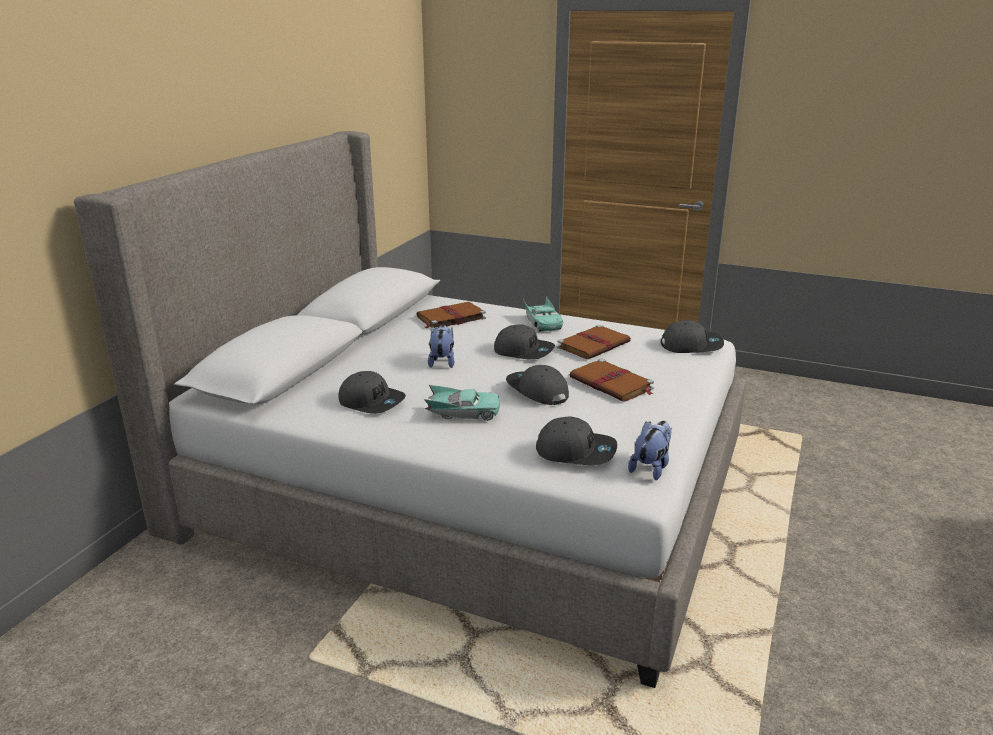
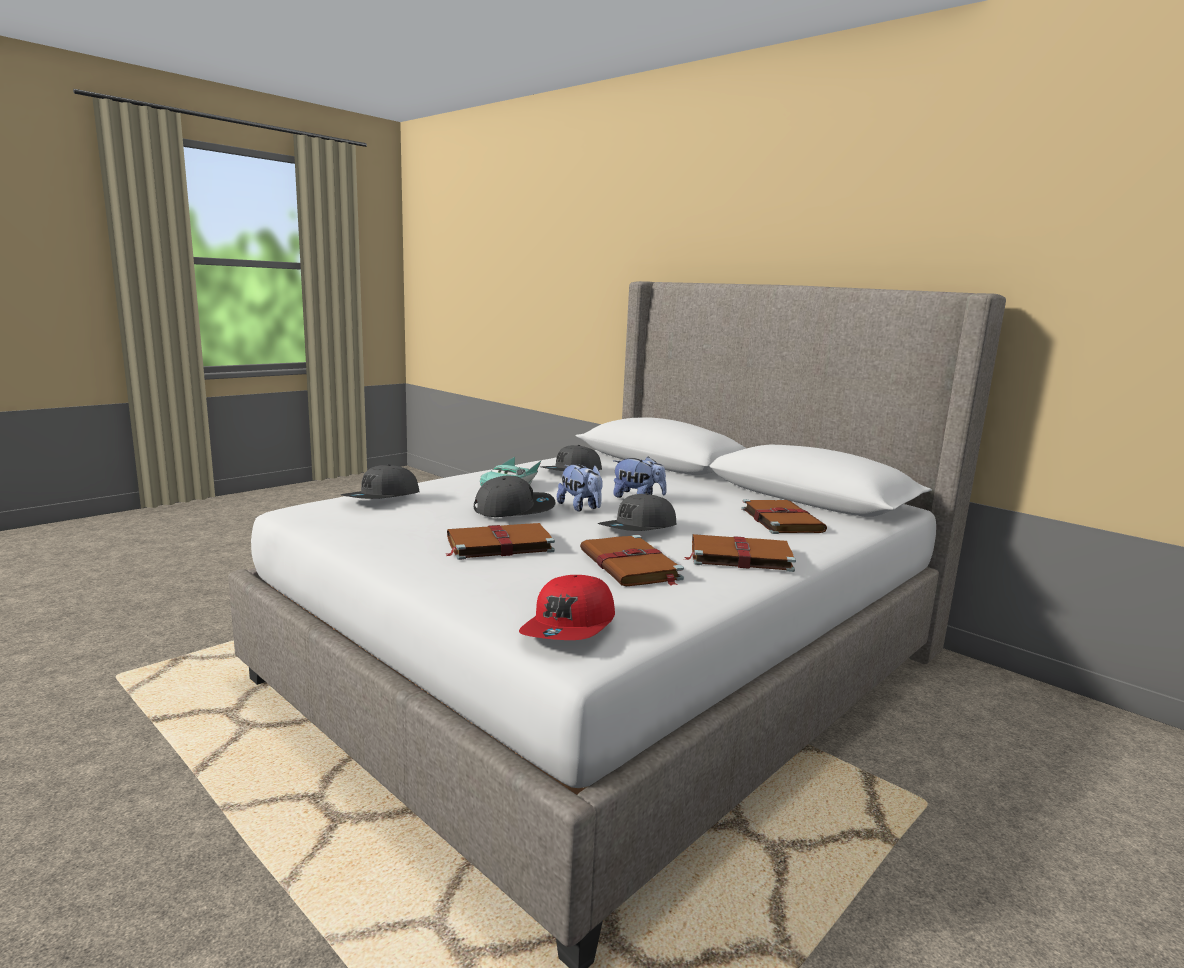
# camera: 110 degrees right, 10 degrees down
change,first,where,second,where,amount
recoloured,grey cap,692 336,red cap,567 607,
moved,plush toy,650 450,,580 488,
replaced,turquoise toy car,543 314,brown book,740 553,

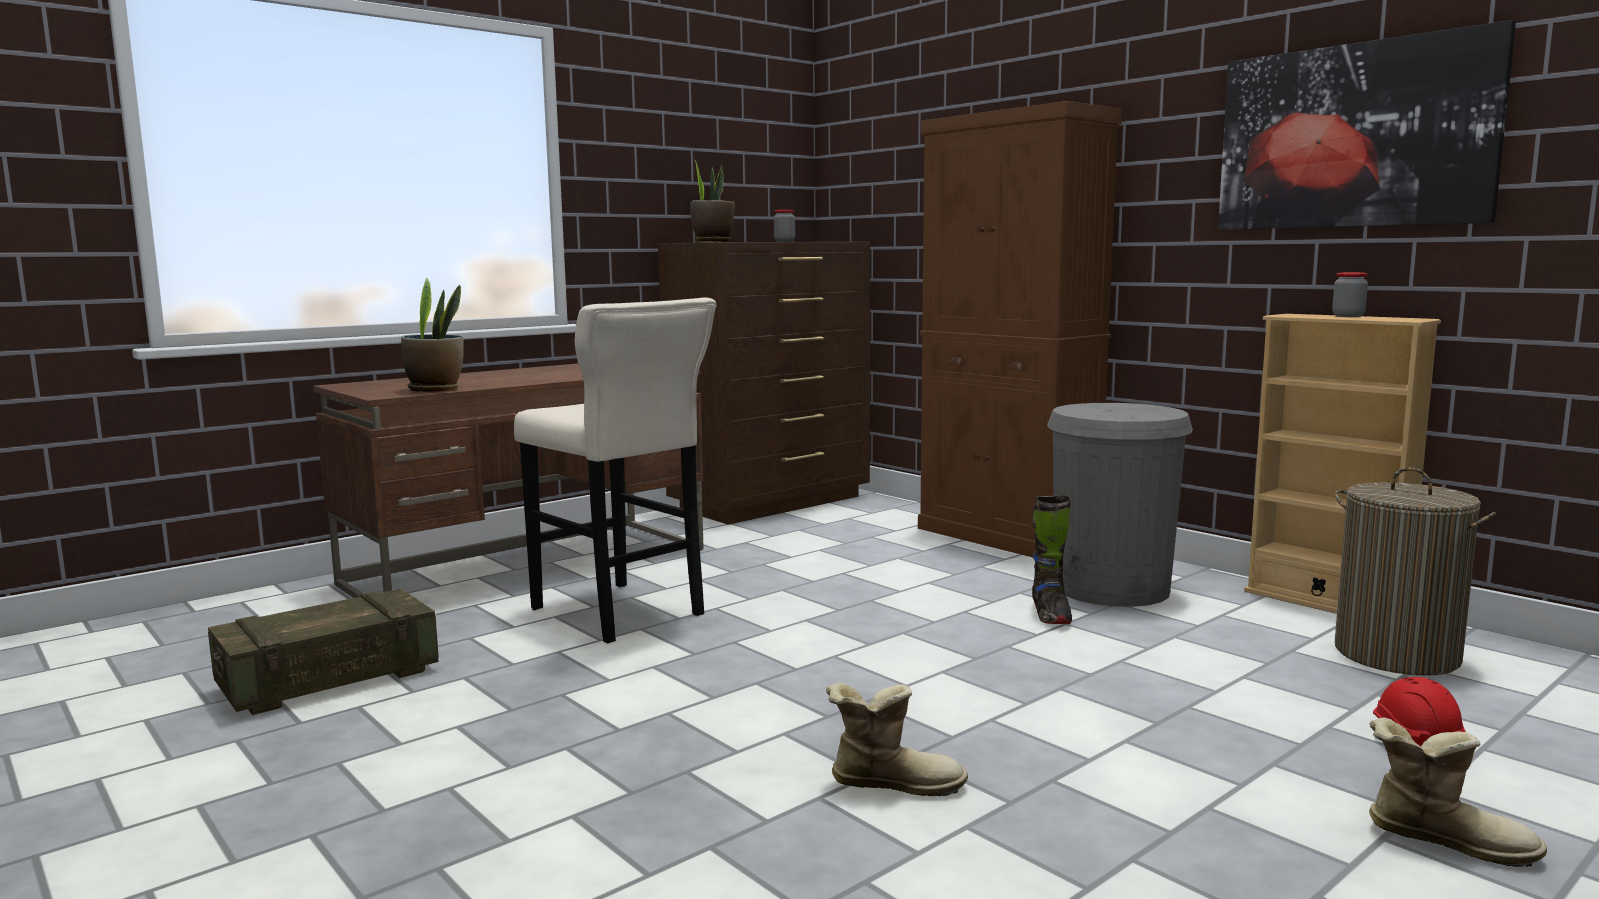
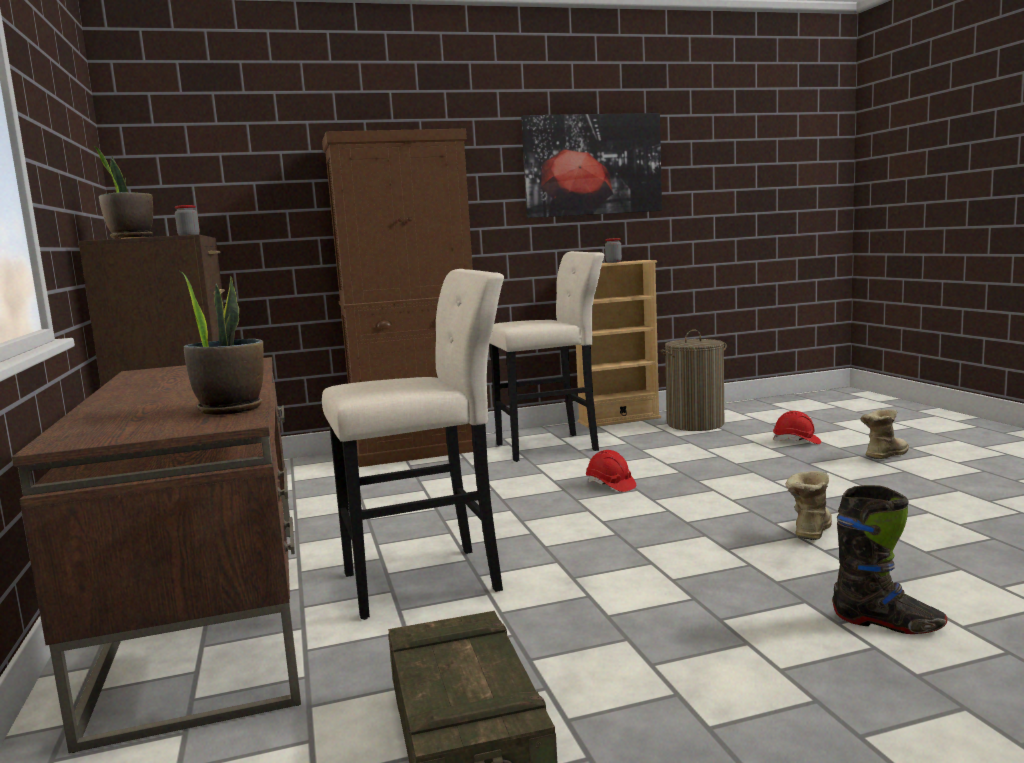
# camera: 65 degrees left, 0 degrees up
change,first,where,second,where,amount
replaced,grey trash can,1120 505,beige stool,546 356,
added,,,red hard hat,611 471,
moved,black boot,1052 559,,889 559,

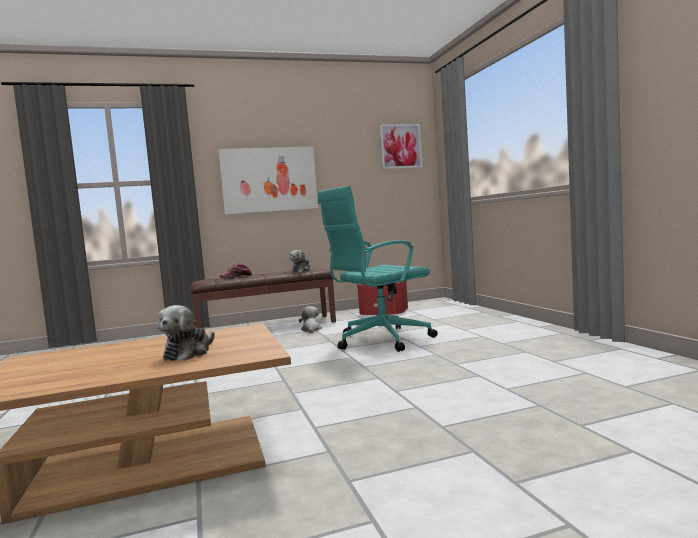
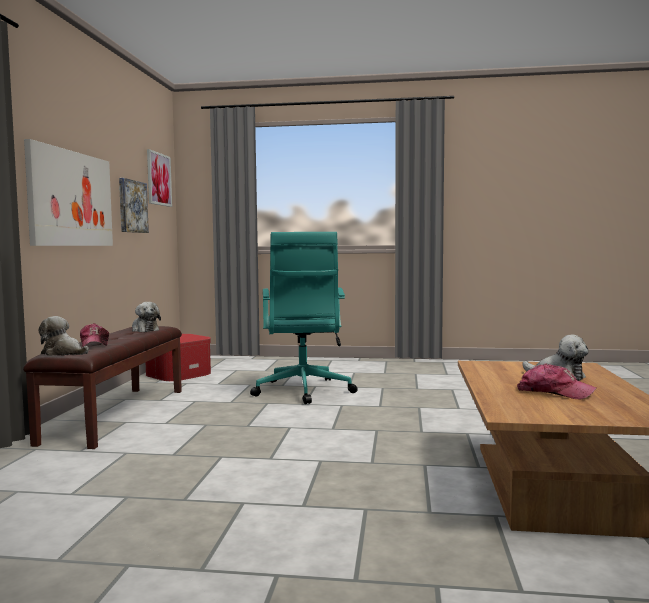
# camera: 65 degrees left, 0 degrees up
change,first,where,second,where,amount
moved,plush toy,310 319,,63 336,
added,,,picture,134 205,
added,,,cap,557 381,

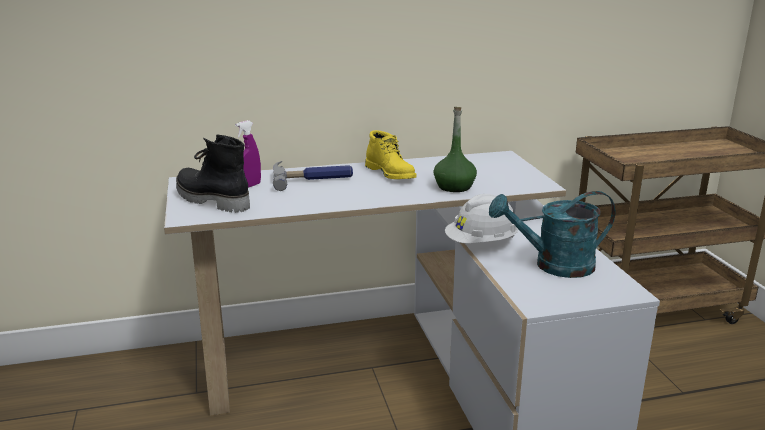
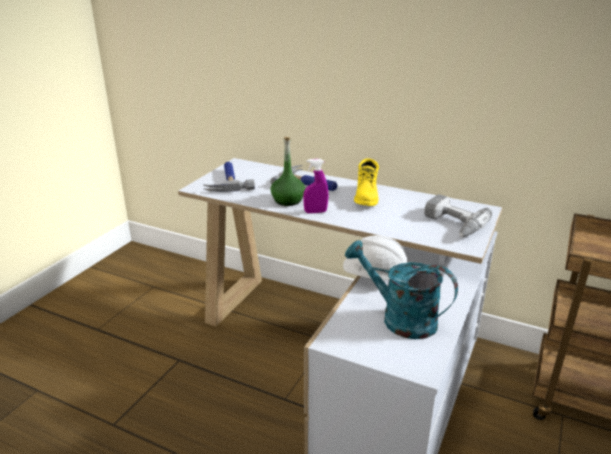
# camera: 40 degrees right, 5 degrees up
change,first,where,second,where,amount
replaced,black boot,213 174,hammer,229 177,
moved,green bottle,455 149,,287 171,
moved,purple spray bottle,248 154,,316 186,
added,,,power drill,458 215,

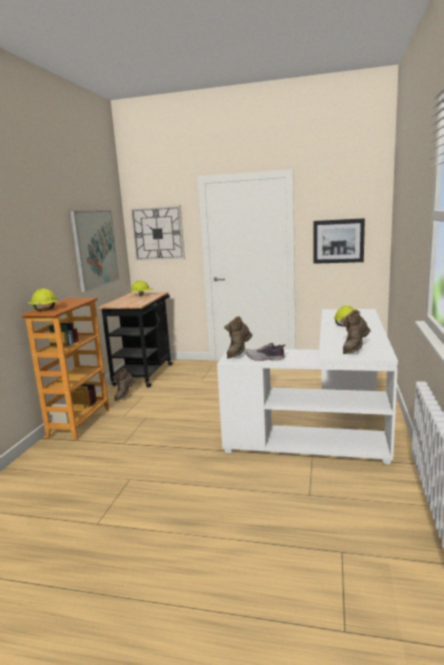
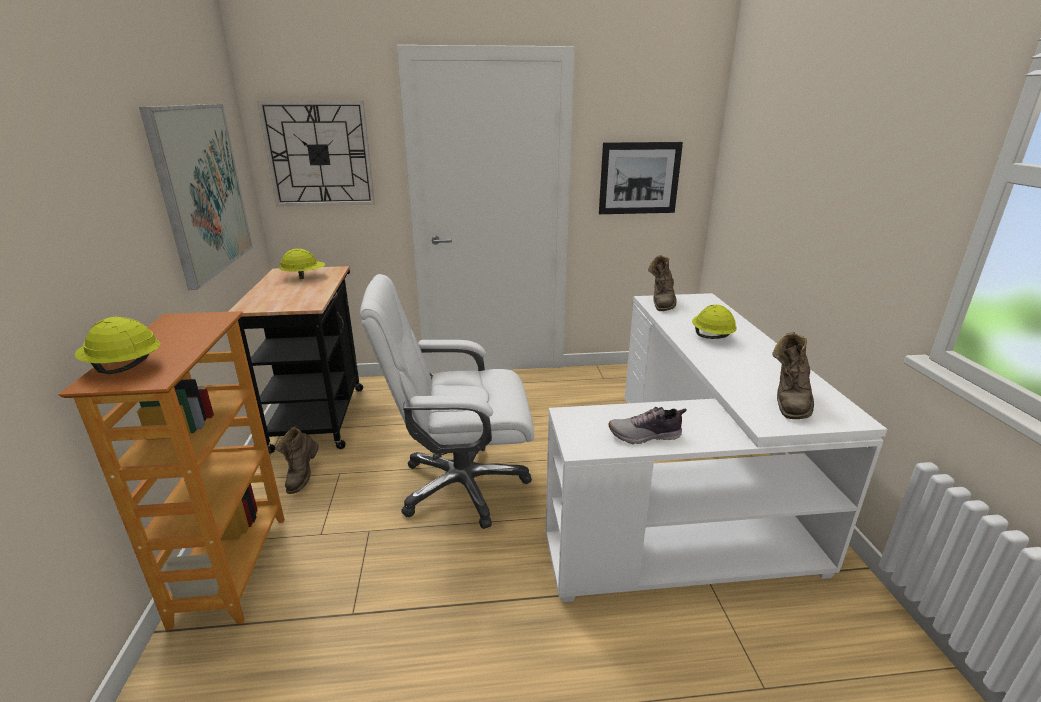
# camera: 20 degrees left, 10 degrees up
change,first,where,second,where,amount
added,,,white office chair,447 401,
moved,brown boot,238 337,,662 283,

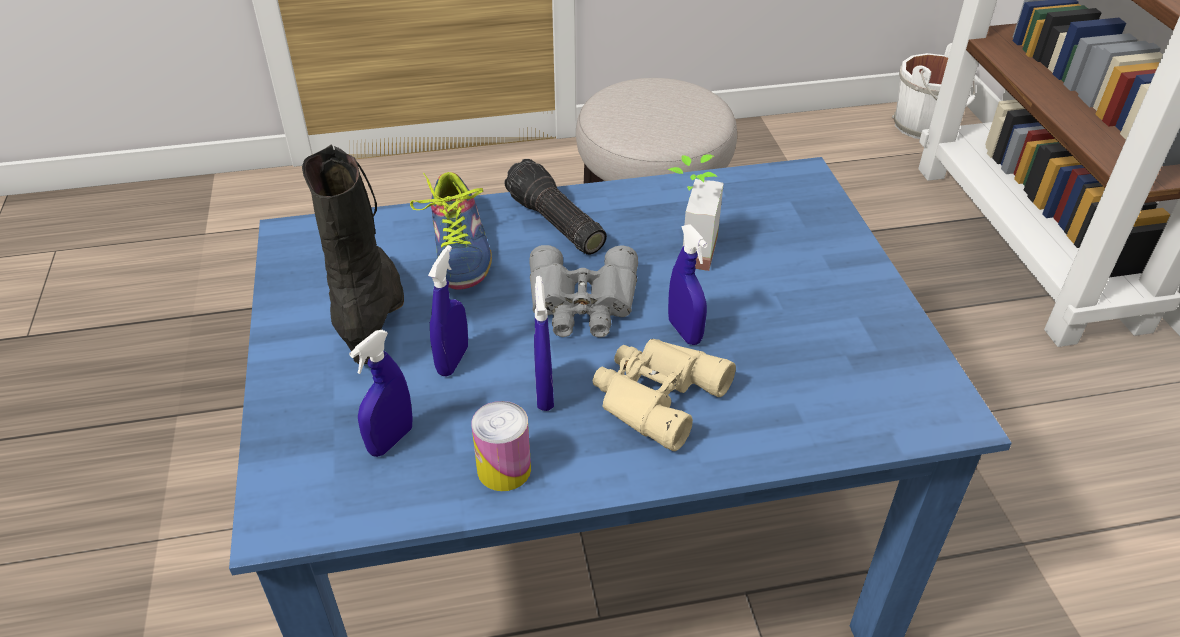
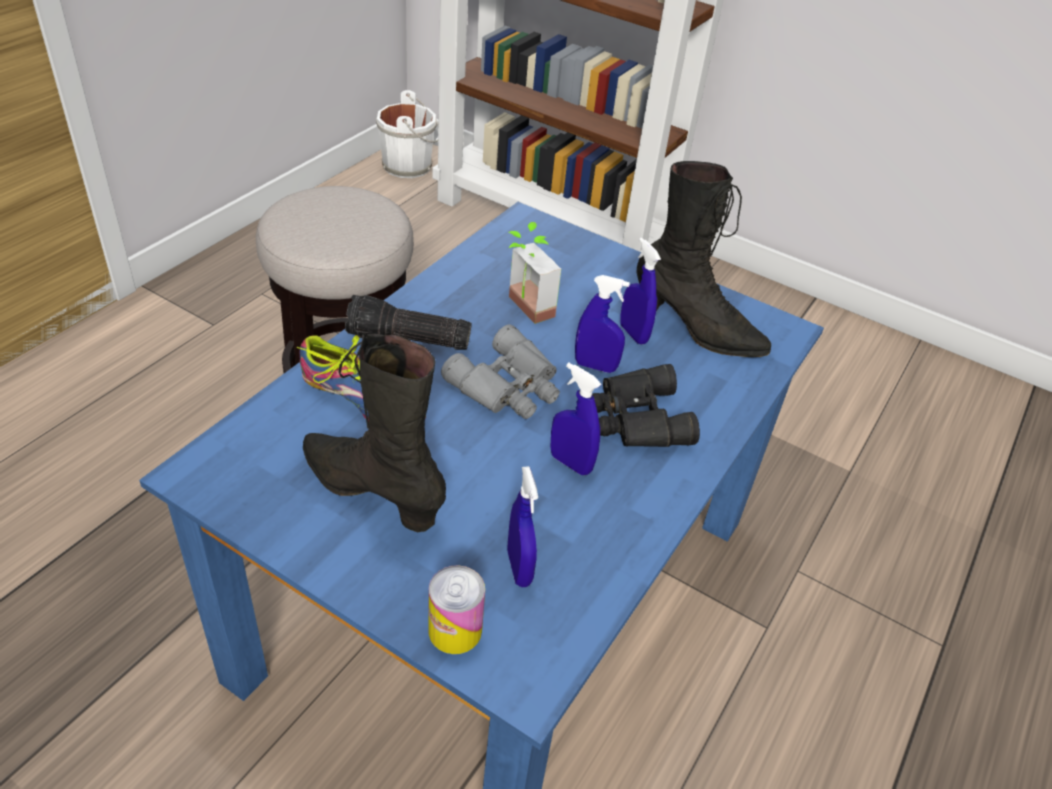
# camera: 50 degrees left, 0 degrees up
change,first,where,second,where,amount
moved,can,501 446,,456 610,
recoloured,beige binoculars,664 395,black binoculars,646 405,
moved,blue spray bottle,448 311,,640 291,
added,,,black boot,703 259,

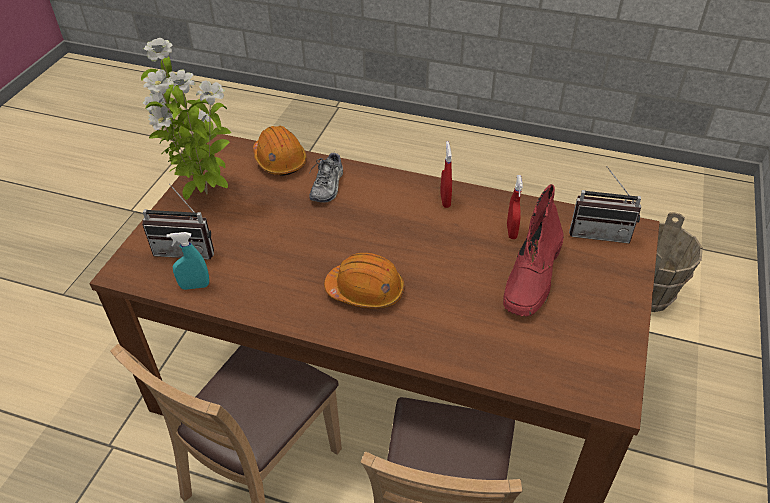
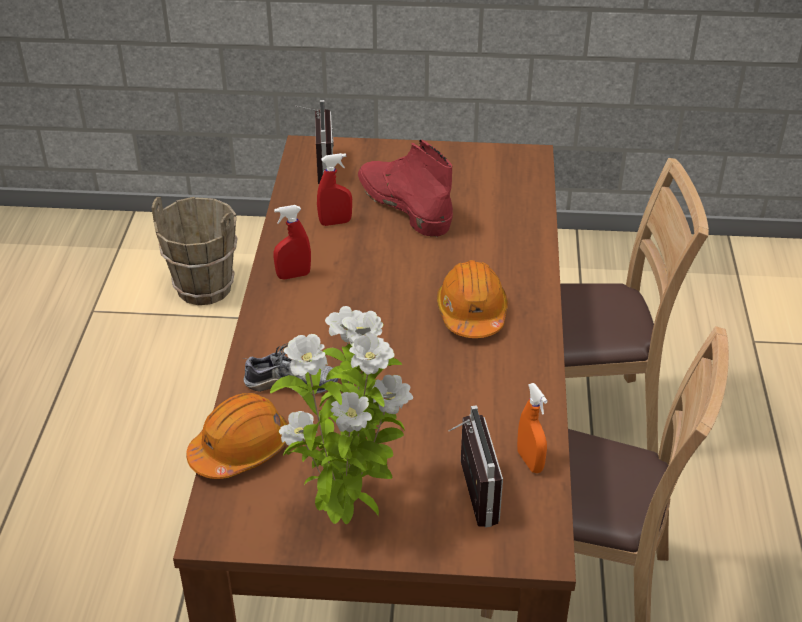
# camera: 105 degrees left, 5 degrees down
change,first,where,second,where,amount
turned,red boot,533 250,,405 189,135 degrees counterclockwise
recoloured,turquoise spray bottle,187 261,orange spray bottle,532 428,

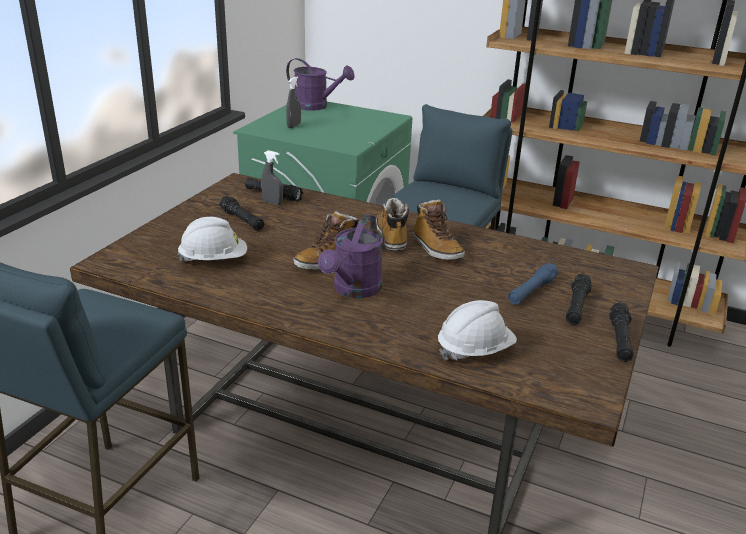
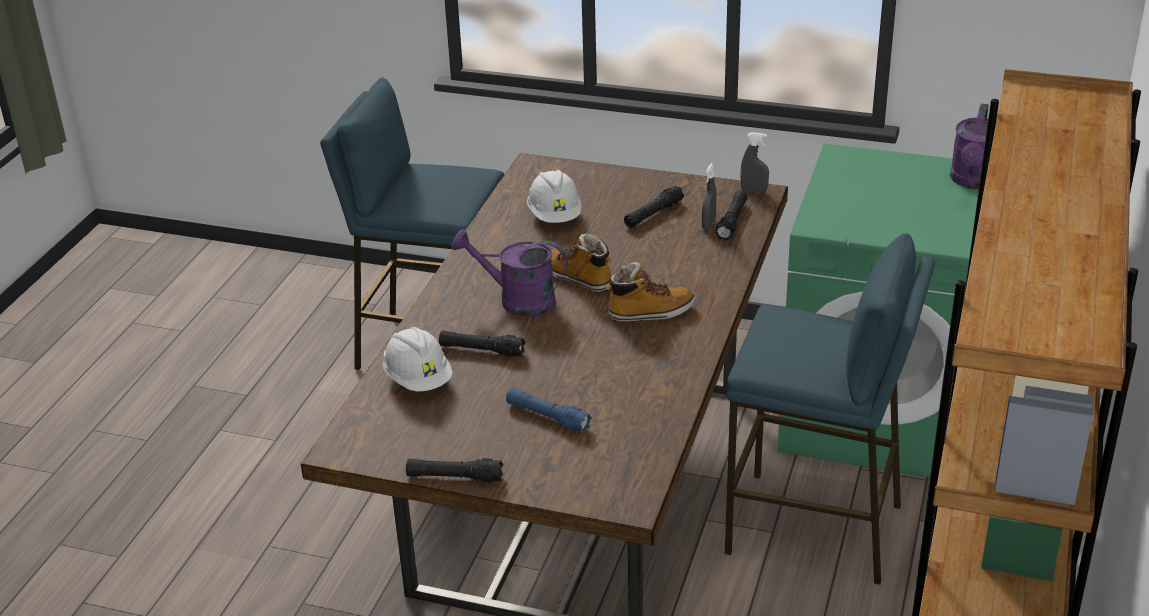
# camera: 85 degrees right, 5 degrees up
change,first,where,second,where,amount
moved,black flashlight,579 299,,482 343,
moved,grey spray bottle,293 102,,754 162,
removed,boot,439 230,,,

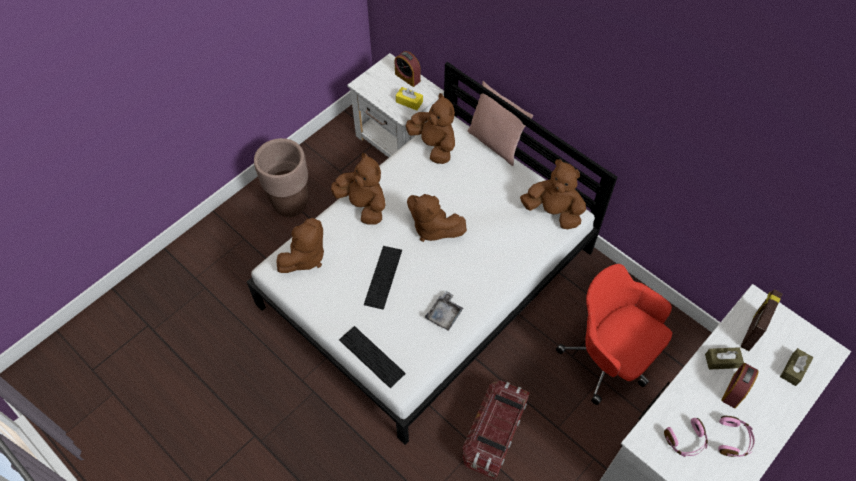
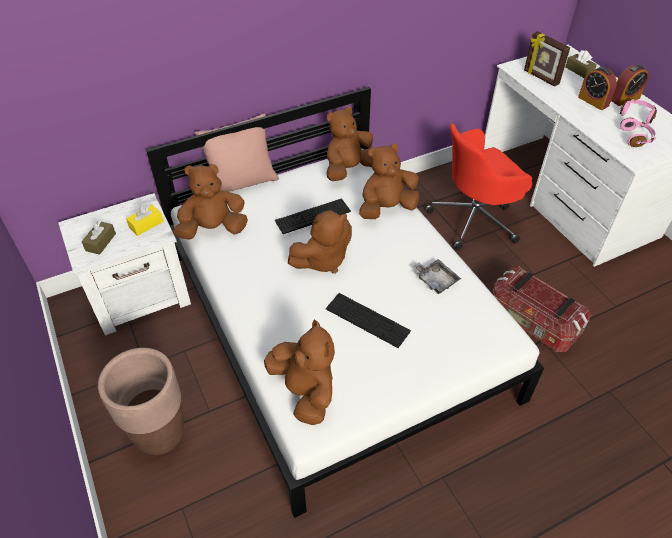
# camera: 70 degrees left, 10 degrees down
change,first,where,second,where,amount
moved,brown tissue box,724 358,,99 238,
moved,keyboard,372 357,,313 216,
moved,brown plush toy,358 189,,389 181,
moved,alarm clock,407 69,,630 85,

